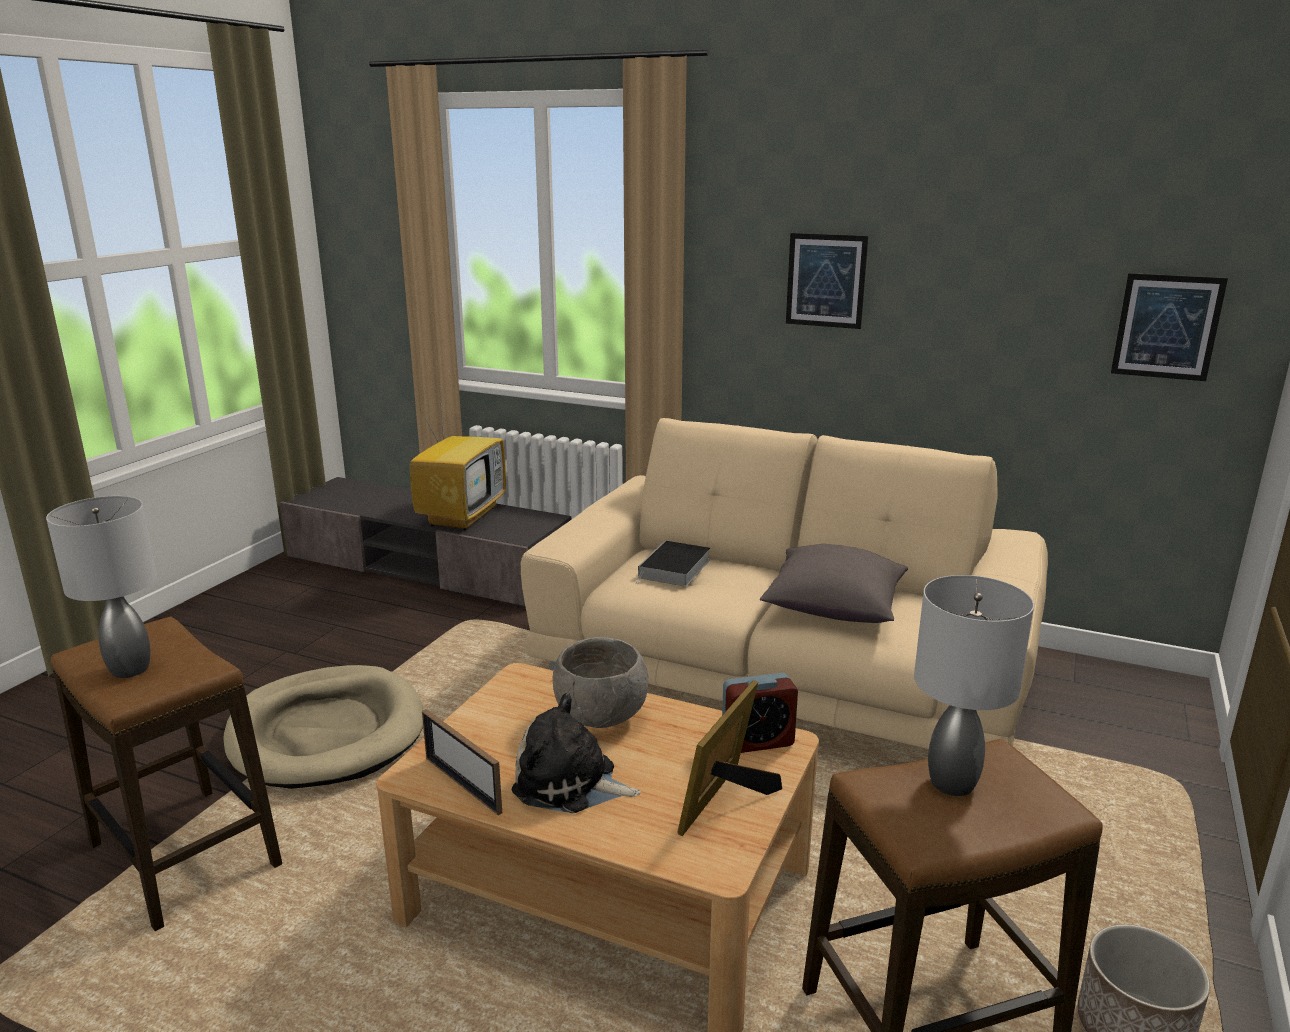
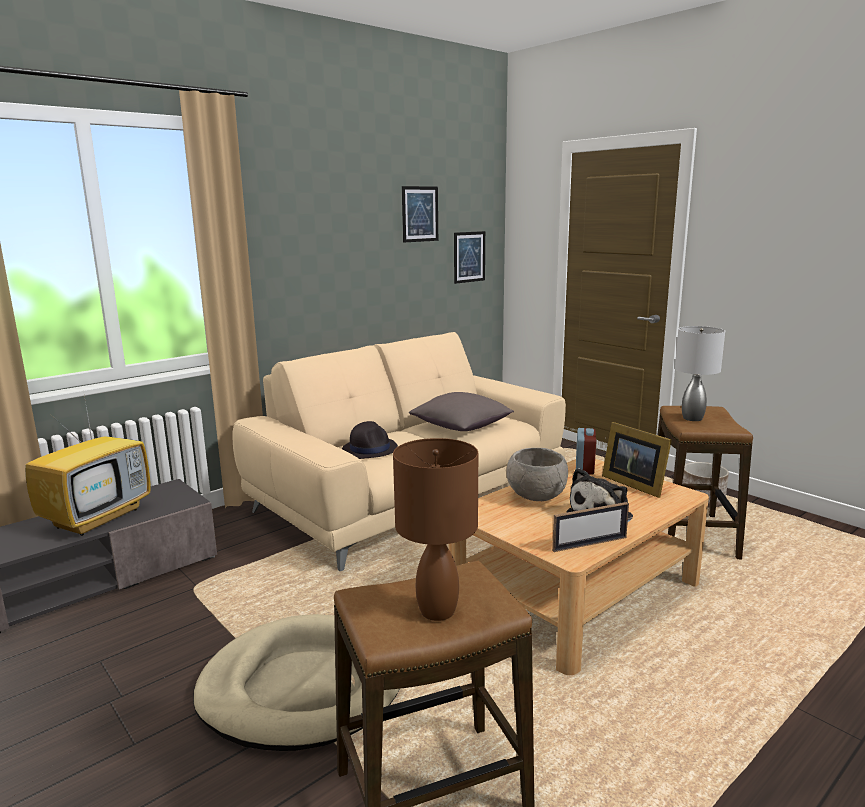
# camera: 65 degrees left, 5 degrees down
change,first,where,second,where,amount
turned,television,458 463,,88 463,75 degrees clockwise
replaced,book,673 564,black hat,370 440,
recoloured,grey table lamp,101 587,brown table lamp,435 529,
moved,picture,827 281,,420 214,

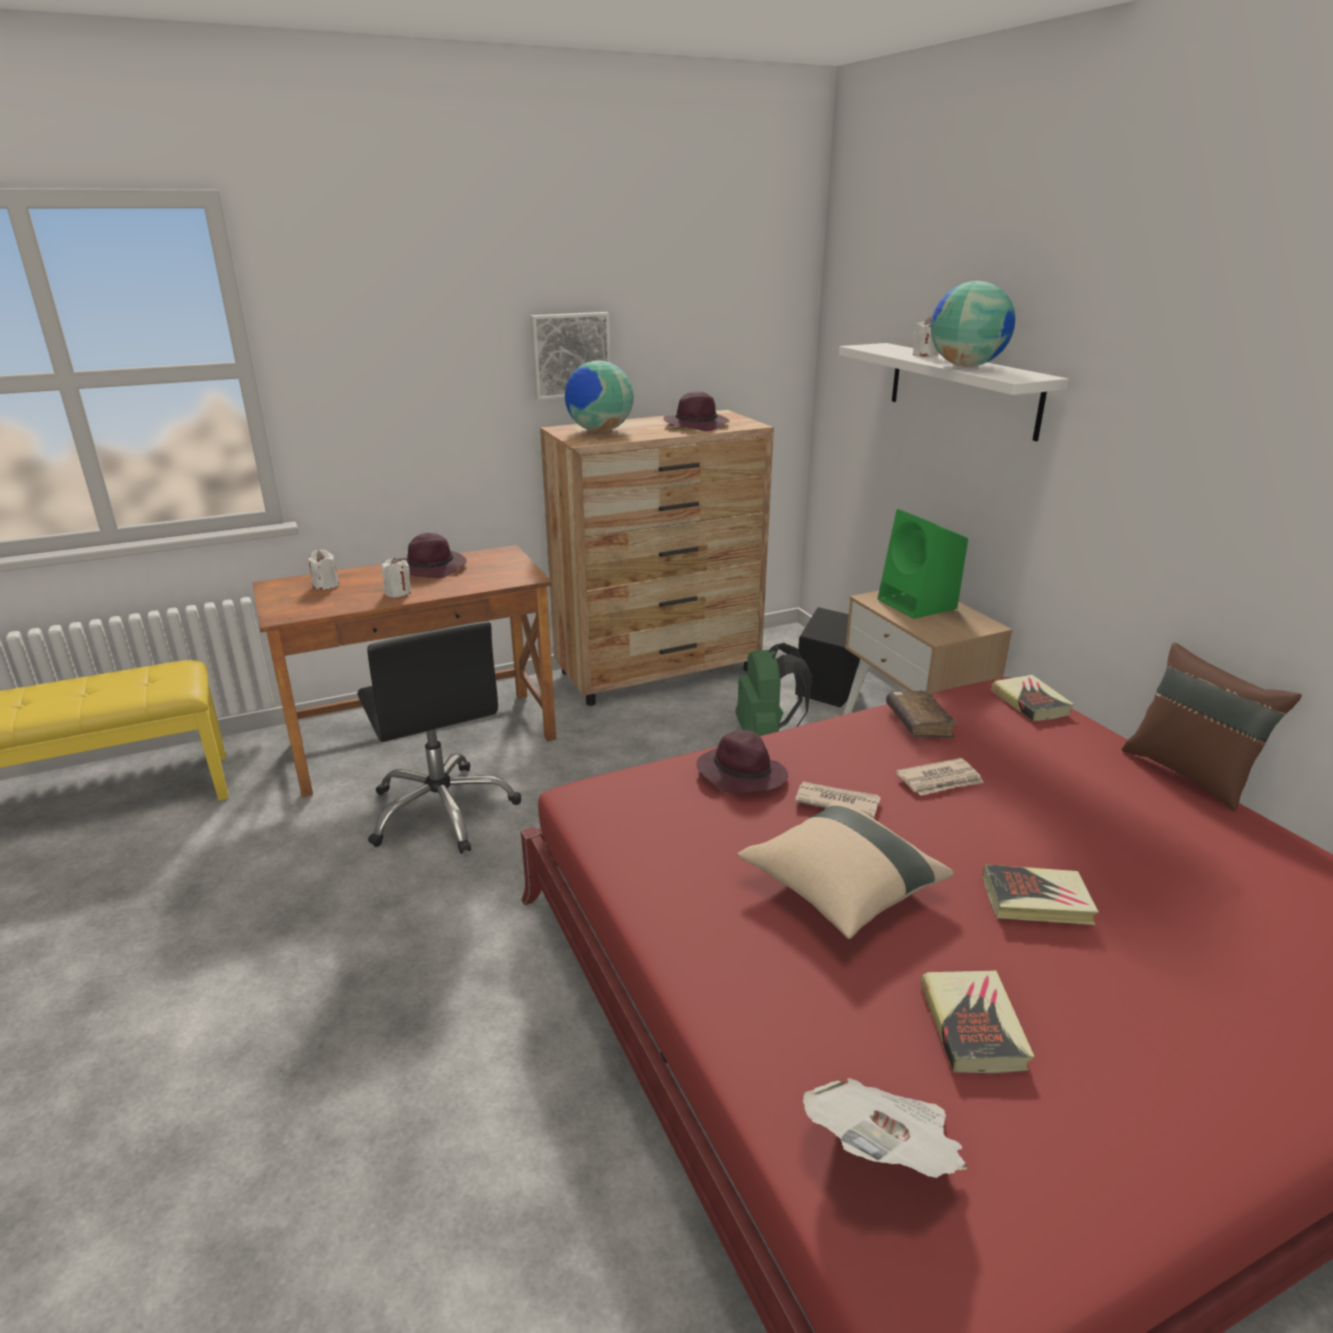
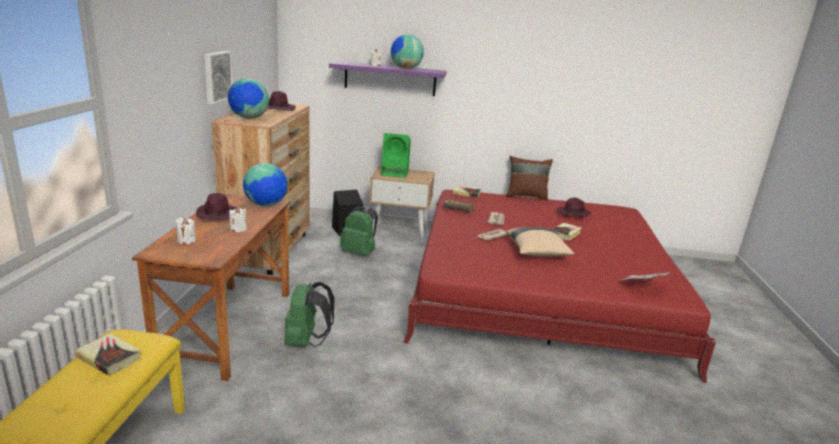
# camera: 60 degrees left, 5 degrees down
change,first,where,second,where,amount
moved,book,977 1021,,108 354,
added,,,globe,265 184,
replaced,black office chair,439 737,green backpack,309 314,
recoloured,white shelf,954 392,purple shelf,388 78,
moved,purple hat,742 761,,574 208,

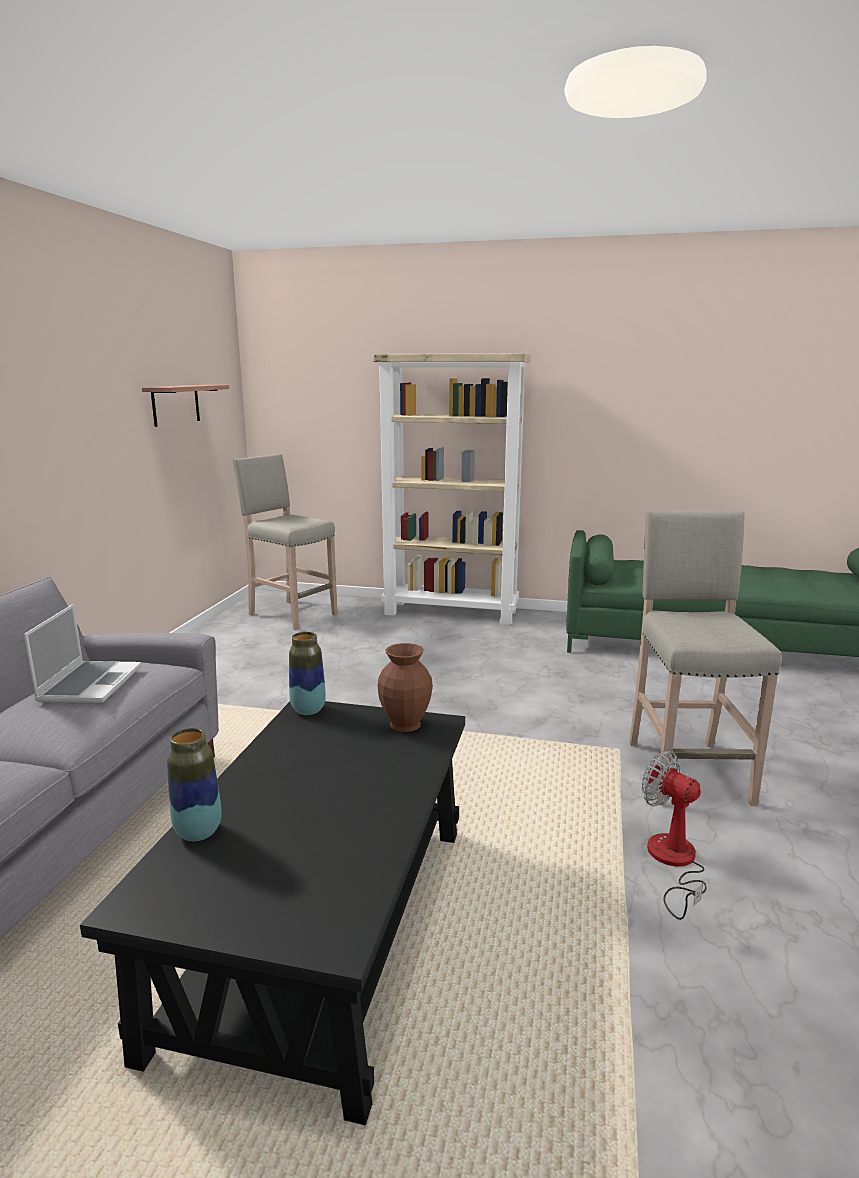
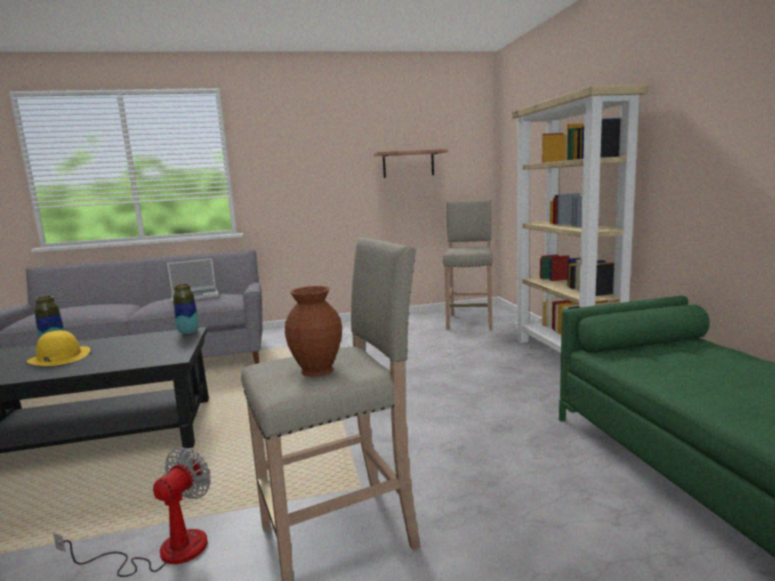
# camera: 65 degrees right, 5 degrees down
change,first,where,second,where,amount
added,,,yellow hat,58 348,
moved,brown vase,405 687,,313 331,

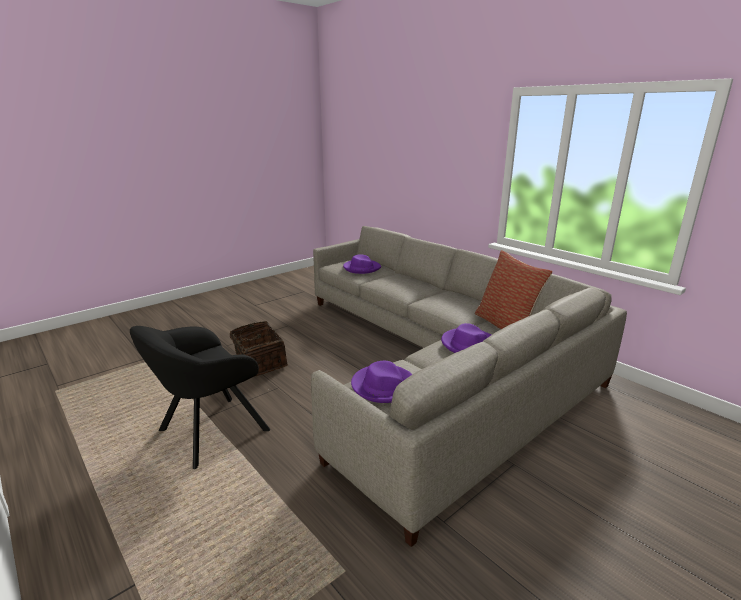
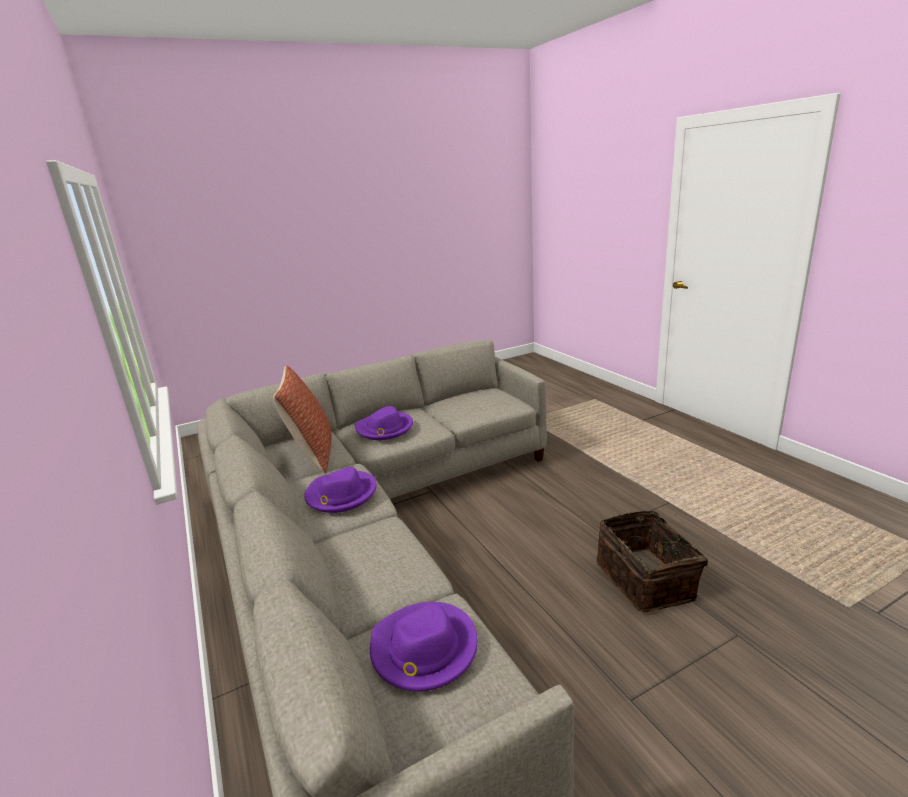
# camera: 165 degrees left, 0 degrees up
change,first,where,second,where,amount
moved,purple hat,382 382,,340 490,
removed,black armchair,200 397,,,

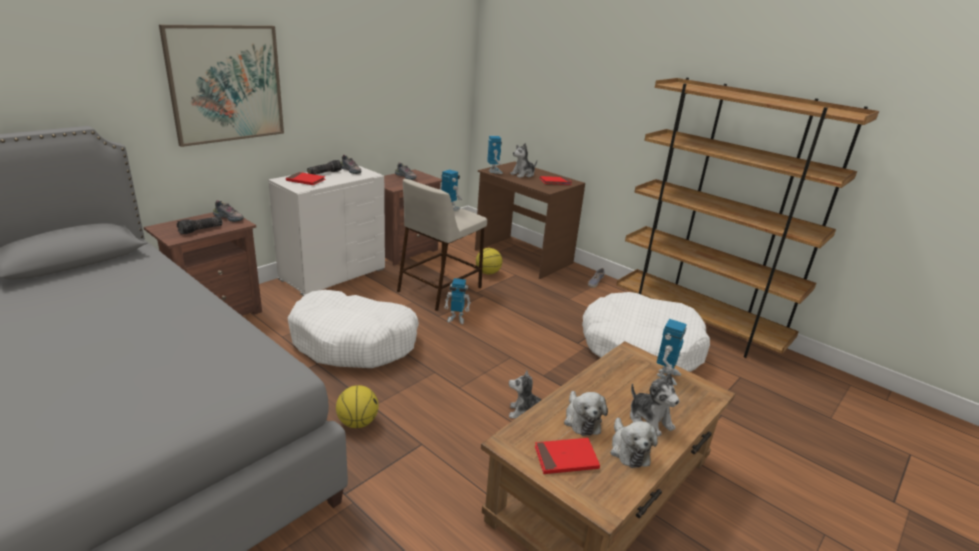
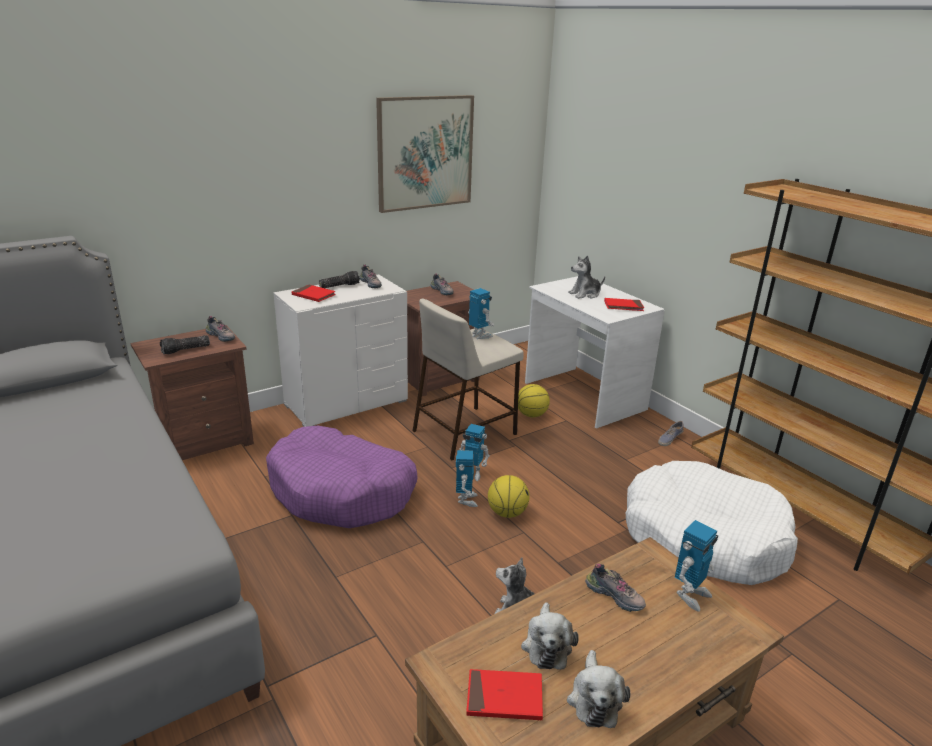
# camera: 15 degrees right, 0 degrees up
change,first,where,second,where,amount
recoloured,white dog bed,353 329,purple dog bed,342 477,
moved,picture,221 86,,425 154,
moved,toy robot,495 155,,467 478,
moved,basketball,357 406,,509 496,
recoloured,brown desk,530 220,white desk,595 352,
added,,,shoe,615 587,
removed,plush toy,655 404,,,

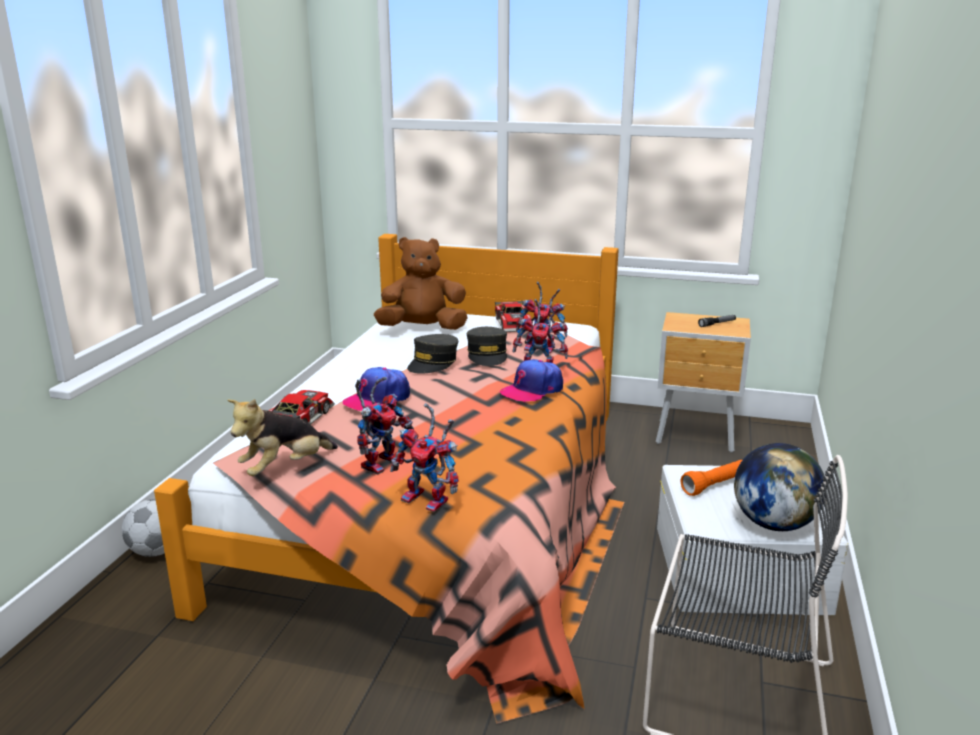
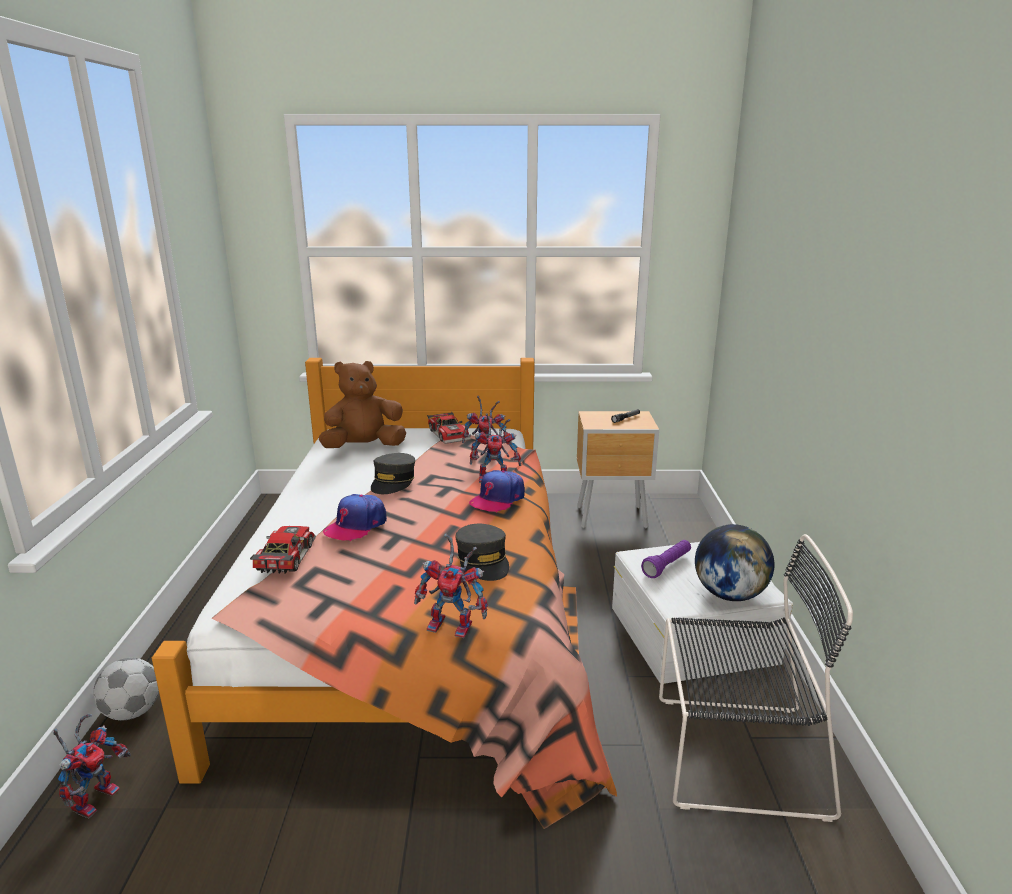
# camera: 15 degrees left, 0 degrees up
change,first,where,second,where,amount
moved,toy robot,384 426,,92 765,
moved,grey cap,487 346,,482 552,
recoloured,orange flashlight,711 478,purple flashlight,666 559,
removed,plush toy,282 437,,,

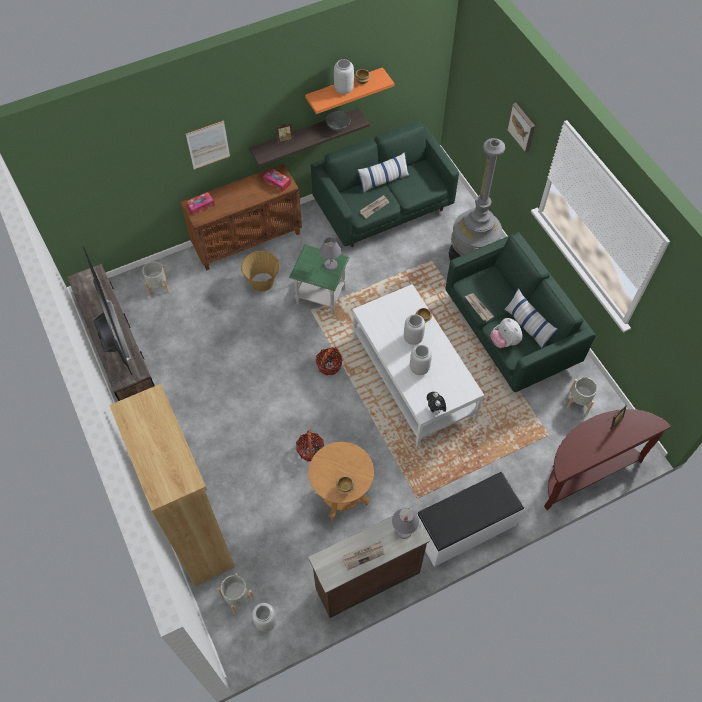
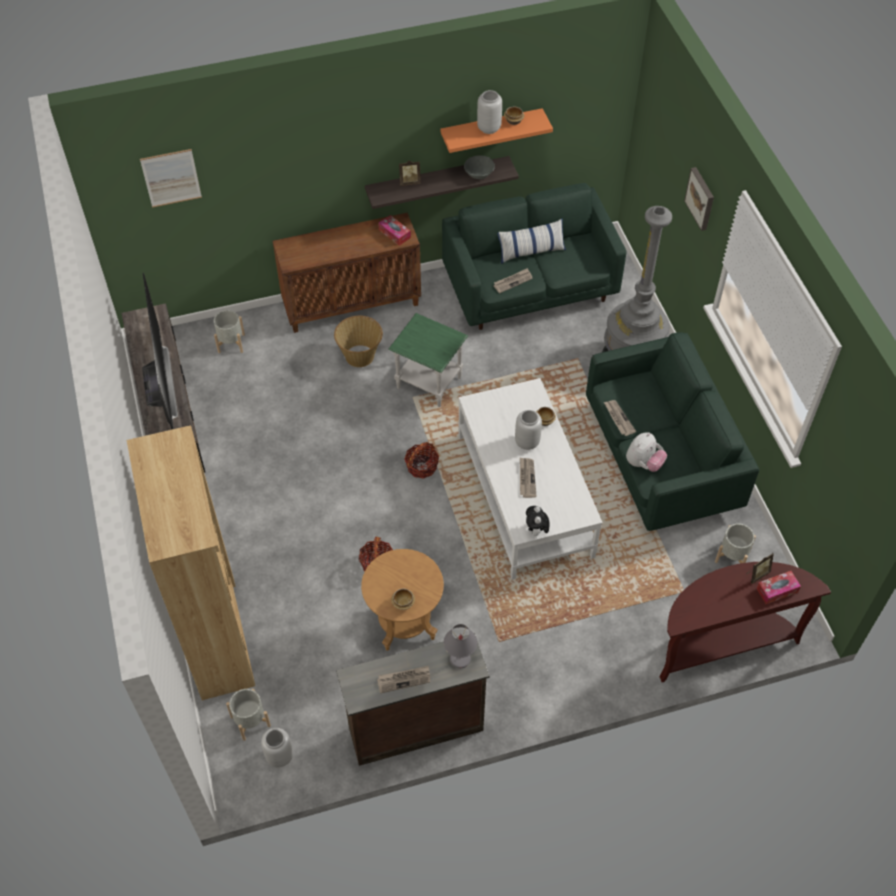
# camera: 10 degrees right, 5 degrees down
change,first,where,second,where,amount
moved,picture,208 145,,171 178,
replaced,grey vase,421 360,newspaper,528 478,
turned,plush toy,506 333,,646 452,120 degrees counterclockwise
moved,tissue box,200 204,,778 587,
removed,grey table lamp,330 253,,,
removed,white bench,470 519,,,
removed,pillow,531 318,,,

